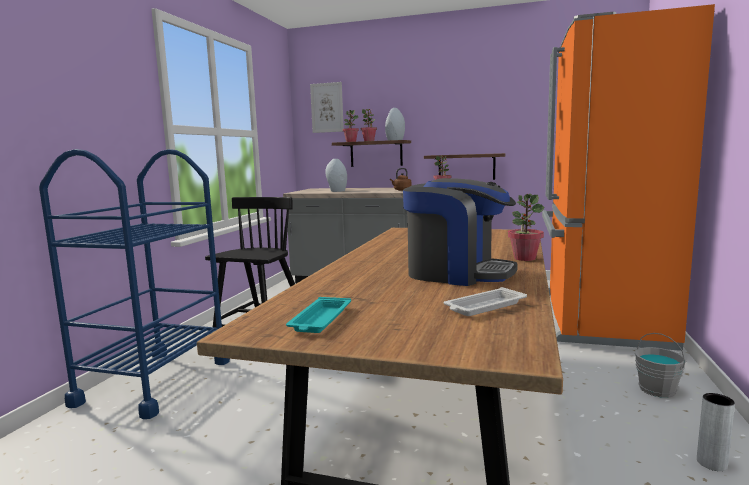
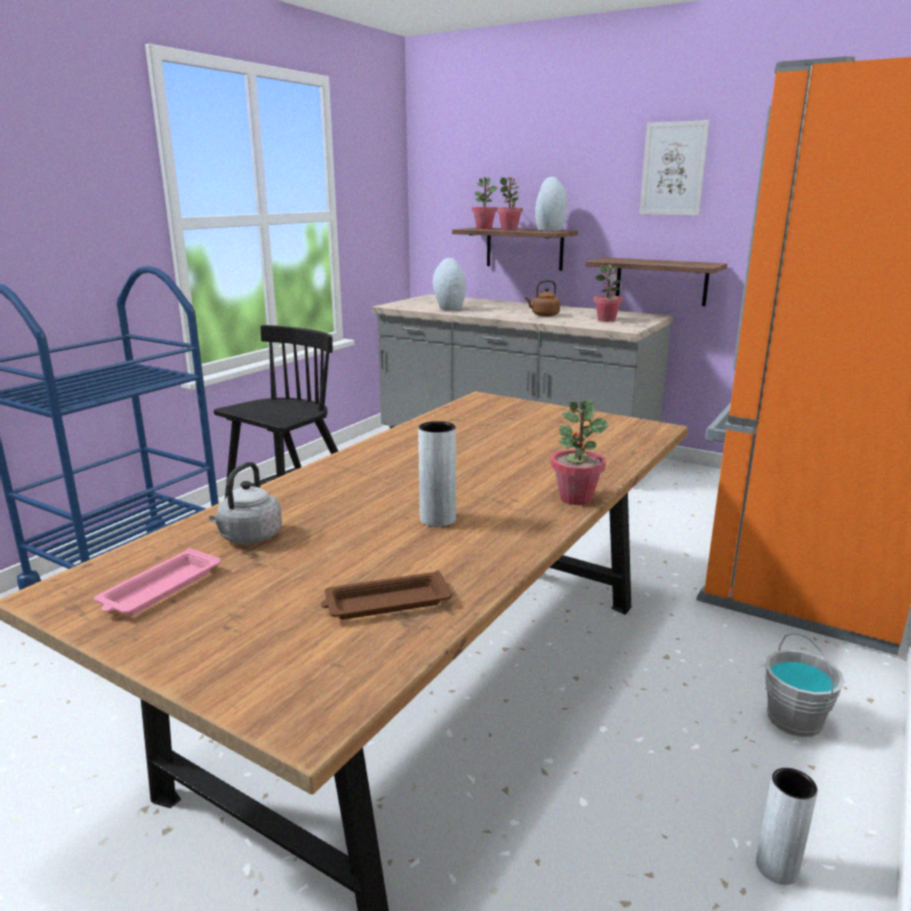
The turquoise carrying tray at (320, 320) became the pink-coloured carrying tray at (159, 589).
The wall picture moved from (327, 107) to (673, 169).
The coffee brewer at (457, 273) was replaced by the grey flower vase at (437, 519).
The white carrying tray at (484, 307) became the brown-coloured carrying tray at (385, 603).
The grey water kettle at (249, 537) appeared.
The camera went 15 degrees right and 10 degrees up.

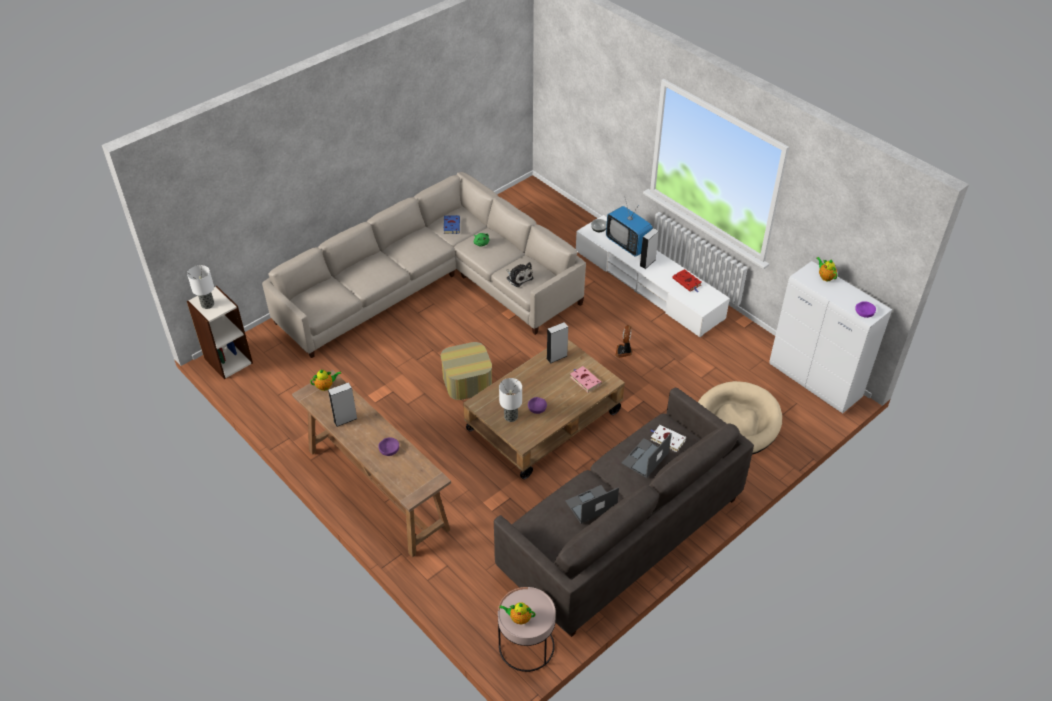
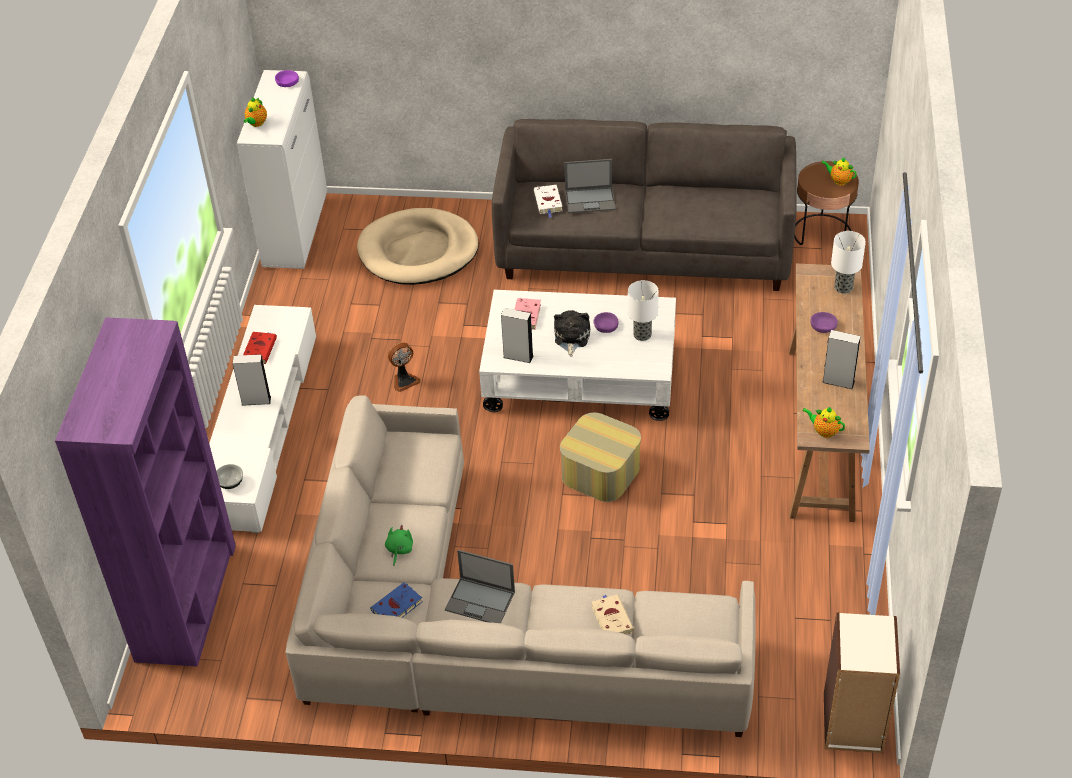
The tabletop lamp moved from (208, 304) to (842, 287).
The brown-coloured low table at (543, 420) became the white low table at (580, 376).
The pink-coloured end table at (526, 646) became the brown-coloured end table at (822, 233).
The pot for tea at (519, 618) turned 150 degrees clockwise.
The soft toy moved from (518, 277) to (571, 338).
The notebook computer moved from (590, 505) to (481, 601).
The TV set at (628, 244) disappeared.
The purple bookshelf at (186, 601) appeared.
The beige book at (611, 618) appeared.
The camera went 130 degrees left and 0 degrees up.

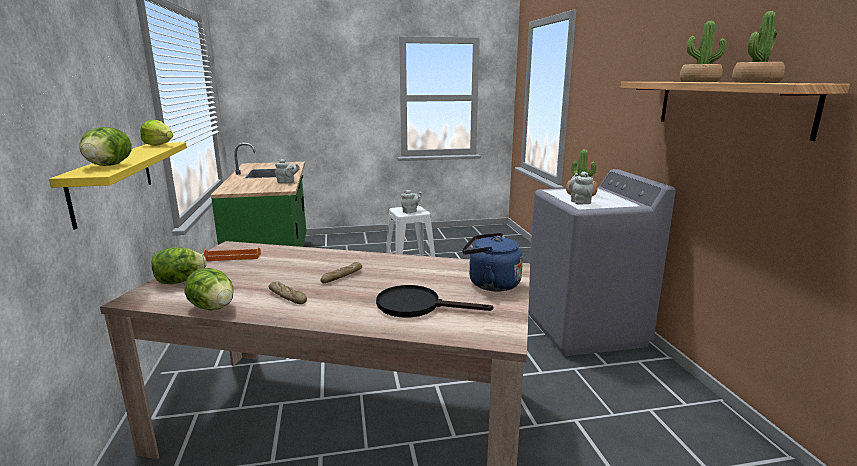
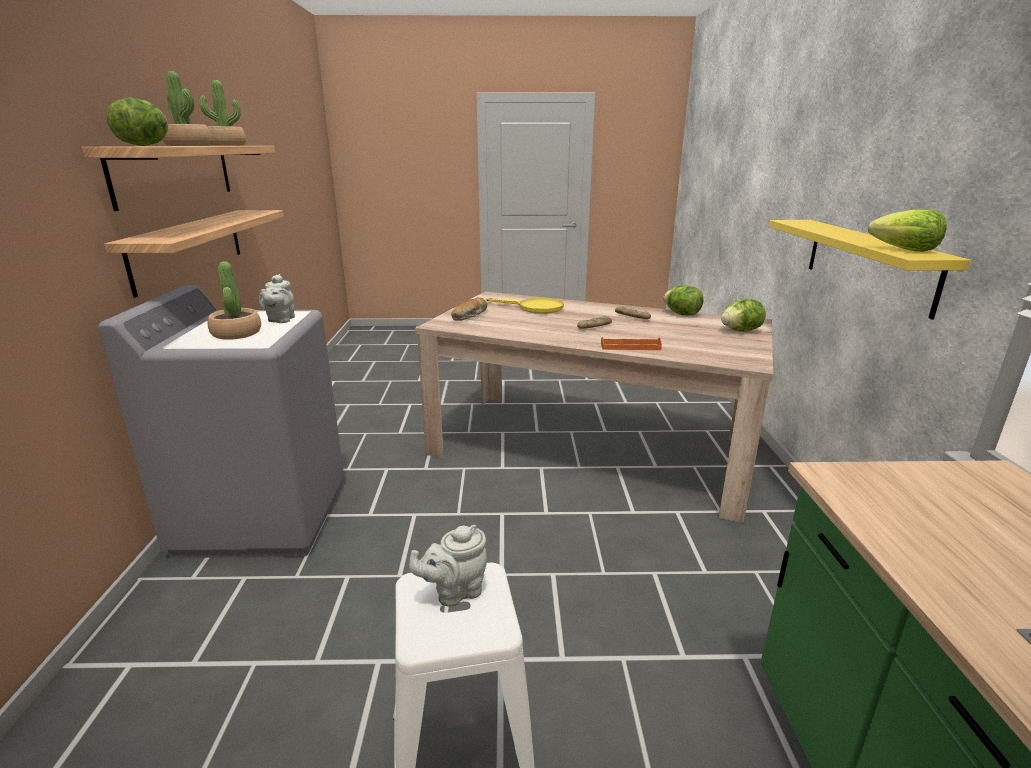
The lettuce head moved from (108, 165) to (145, 146).
The orange-coloured carrying tray moved from (232, 257) to (630, 346).
The grey pot for tea at (287, 182) disappeared.
The black skillet at (417, 306) became the yellow-coloured skillet at (534, 308).
The bluish water kettle at (490, 284) was replaced by the bakery bread at (470, 316).
The wall shelf at (189, 248) appeared.
The camera went 170 degrees left and 5 degrees up.

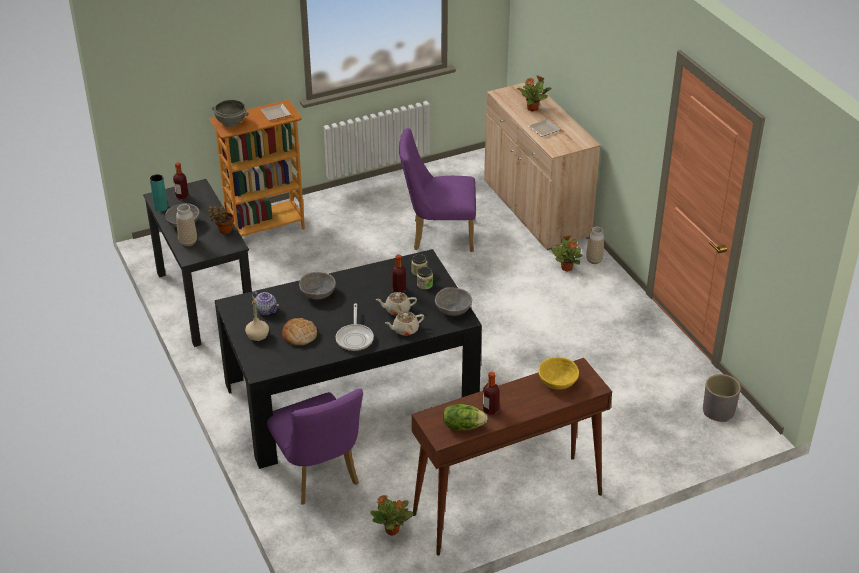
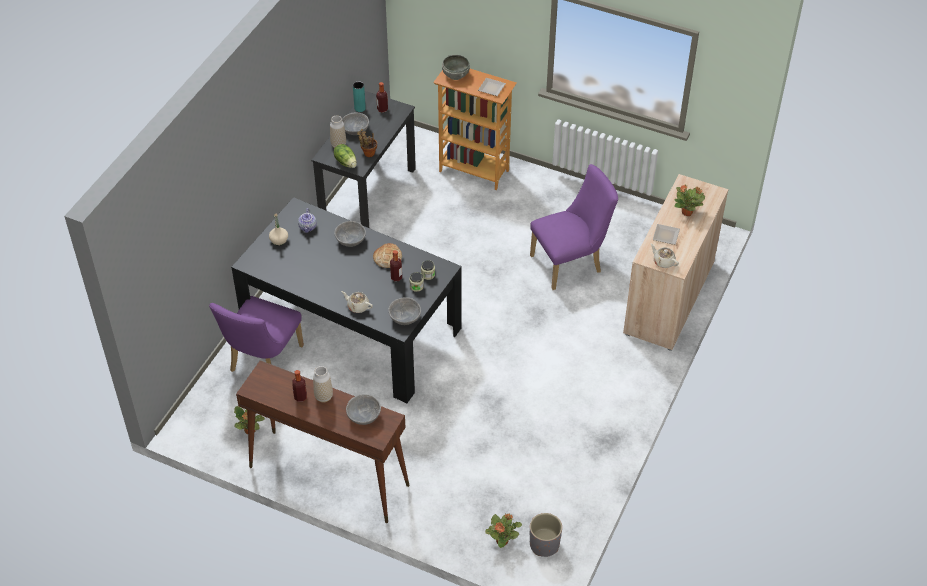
The bakery bread moved from (299, 335) to (387, 258).
The skillet at (355, 338) disappeared.
The beige pot for tea moved from (397, 310) to (663, 262).
The purple upright chair at (437, 235) turned 105 degrees clockwise.
The lettuce head moved from (463, 426) to (346, 162).
The yellow-coloured deep dish at (558, 381) became the grey deep dish at (364, 416).
The houseplant moved from (566, 268) to (502, 541).
The flower vase moved from (594, 260) to (323, 397).
The camera went 50 degrees right and 10 degrees up.

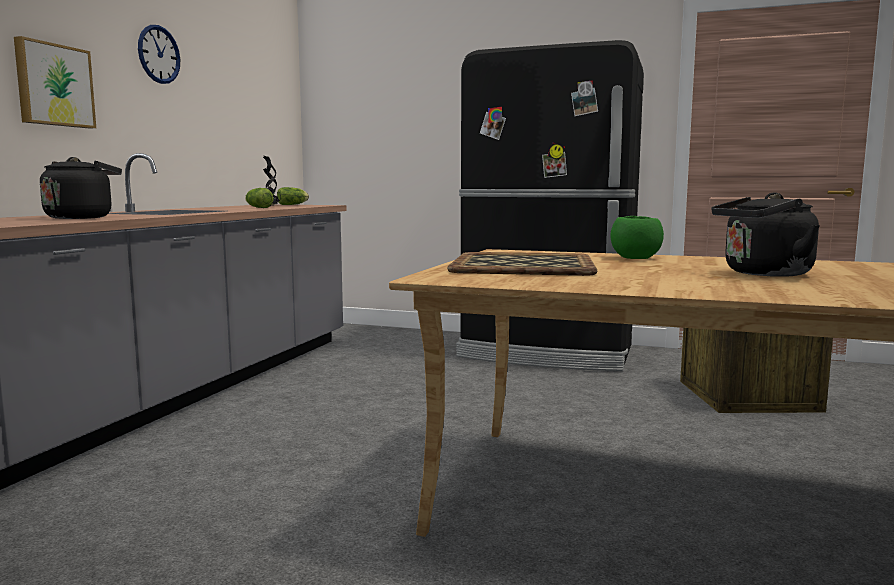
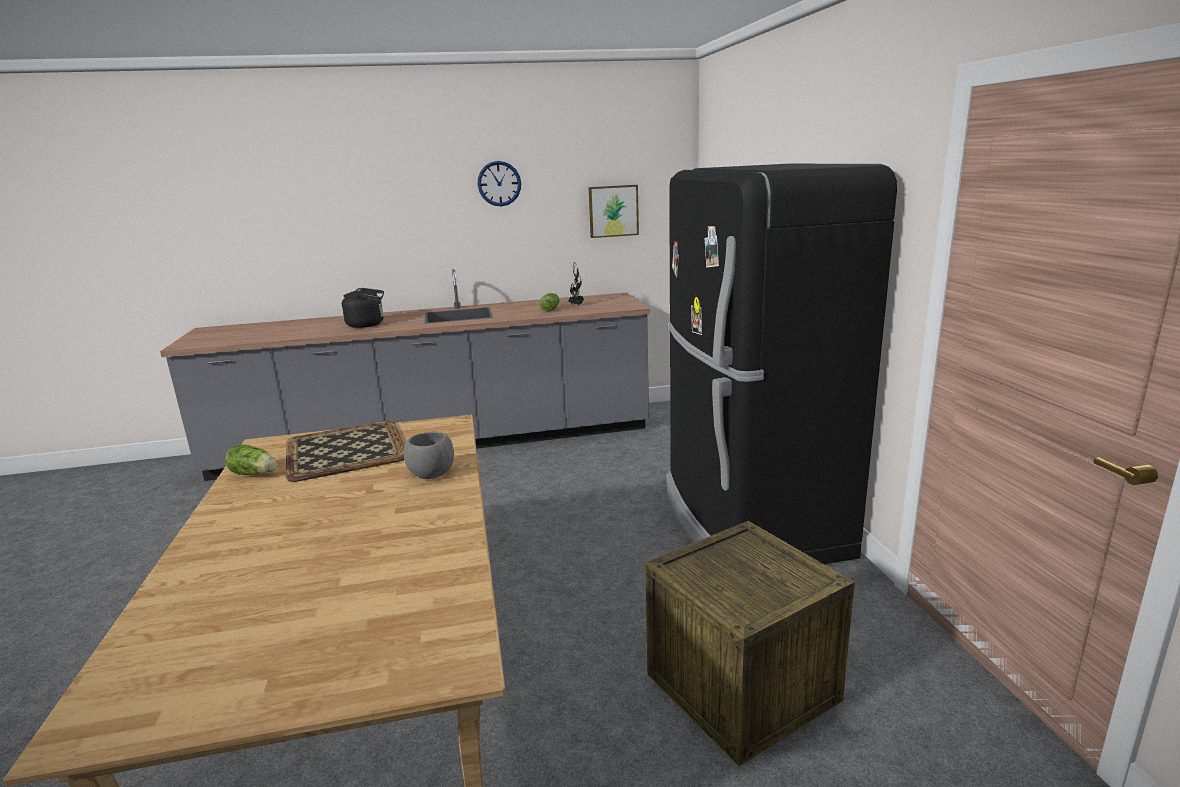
The wall picture moved from (53, 85) to (613, 211).
The lettuce head moved from (293, 204) to (255, 474).
The green deep dish at (635, 258) became the grey deep dish at (431, 474).
The black water kettle at (763, 274) disappeared.
The camera went 60 degrees right and 10 degrees up.

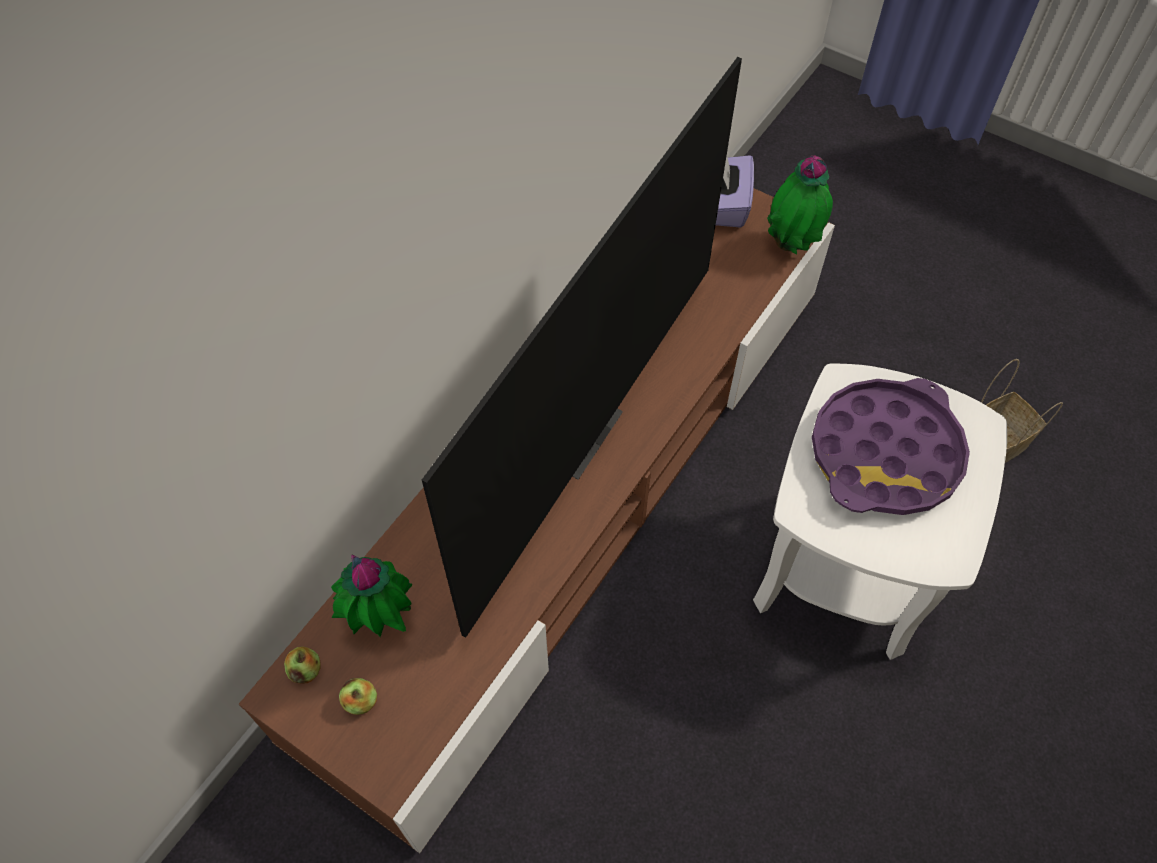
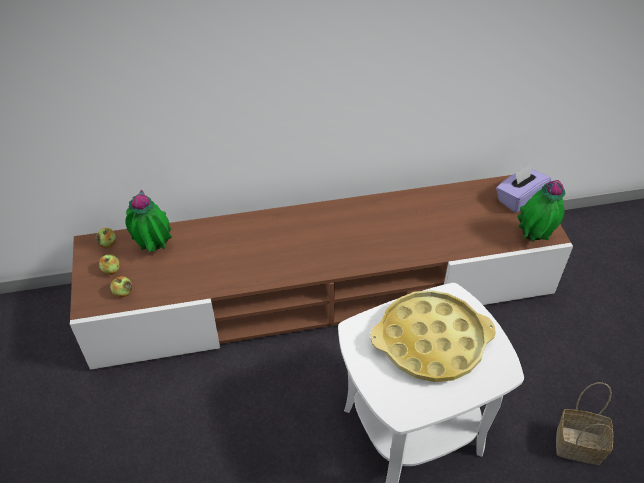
The TV set at (574, 431) disappeared.
The purple carrying tray at (885, 454) became the yellow-coloured carrying tray at (431, 341).
The apple fruit at (123, 292) appeared.
The camera went 45 degrees right and 10 degrees down.

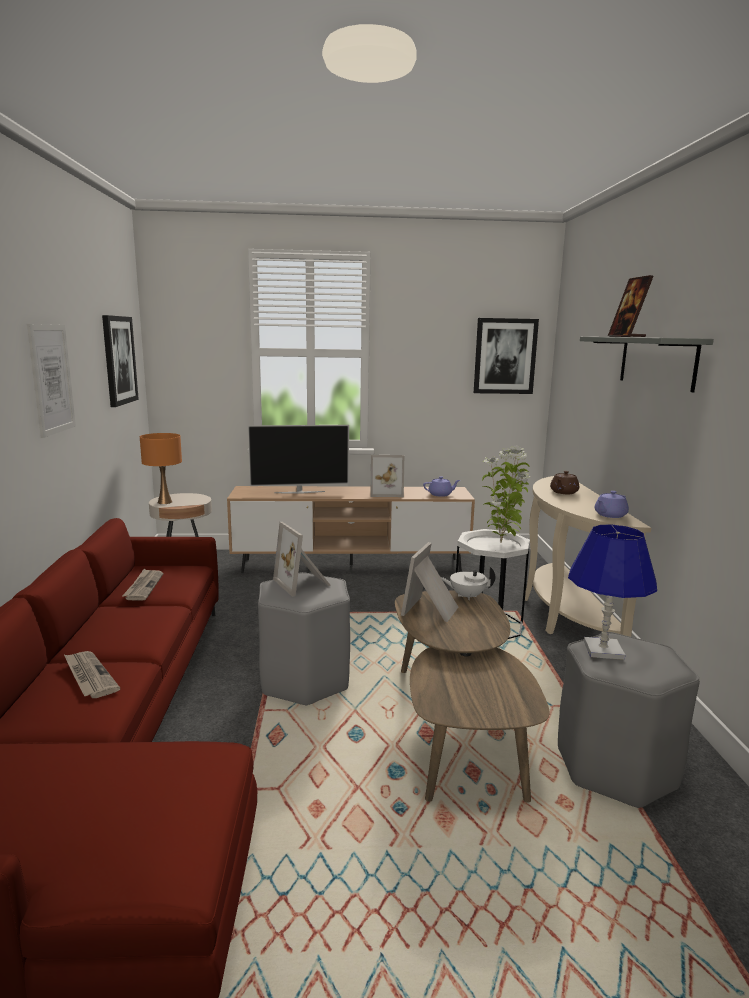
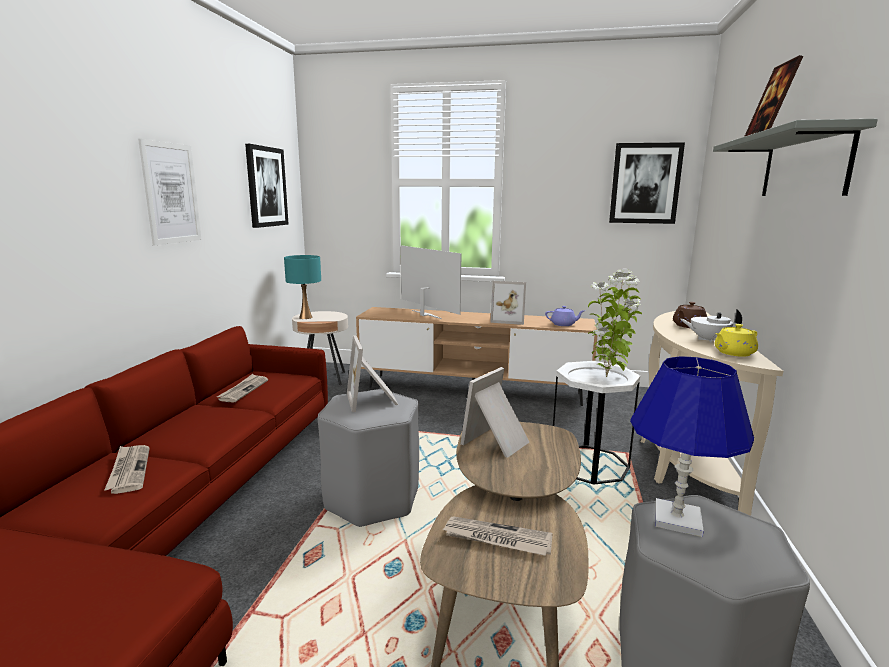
The orange-coloured tabletop lamp at (165, 502) became the turquoise tabletop lamp at (306, 317).
The TV set at (299, 492) turned 135 degrees counterclockwise.
The white pot for tea moved from (467, 596) to (708, 340).
The purple pot for tea at (609, 515) became the yellow-coloured pot for tea at (733, 353).
The printed paper at (496, 539) appeared.
The camera went 15 degrees right and 0 degrees up.

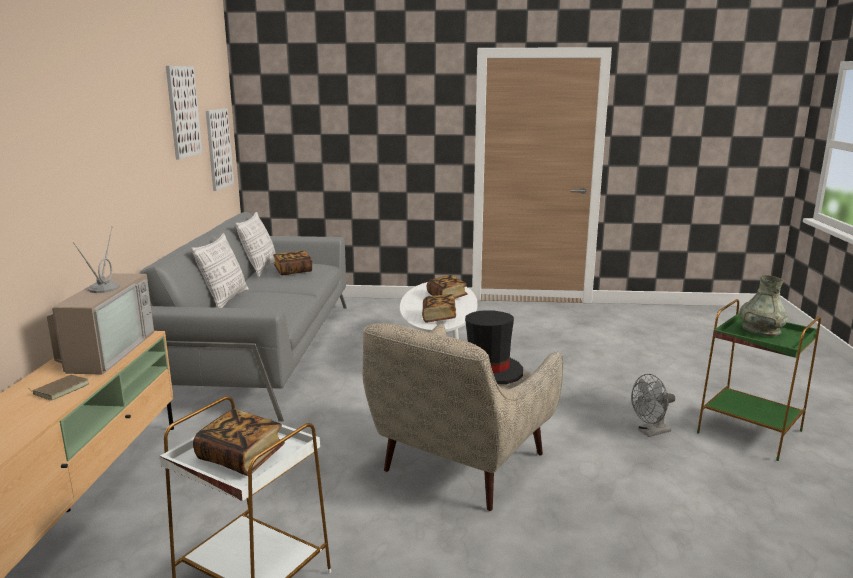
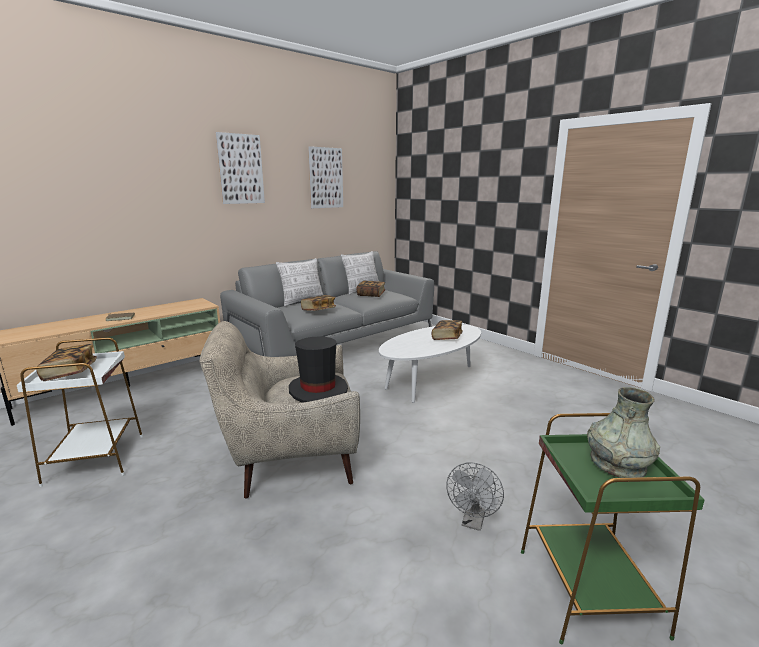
The TV set at (105, 351) disappeared.
The wall picture moved from (219, 148) to (240, 169).
The book moved from (439, 317) to (318, 310).
The grey fan at (650, 432) turned 90 degrees counterclockwise.
The camera went 45 degrees right and 0 degrees up.

